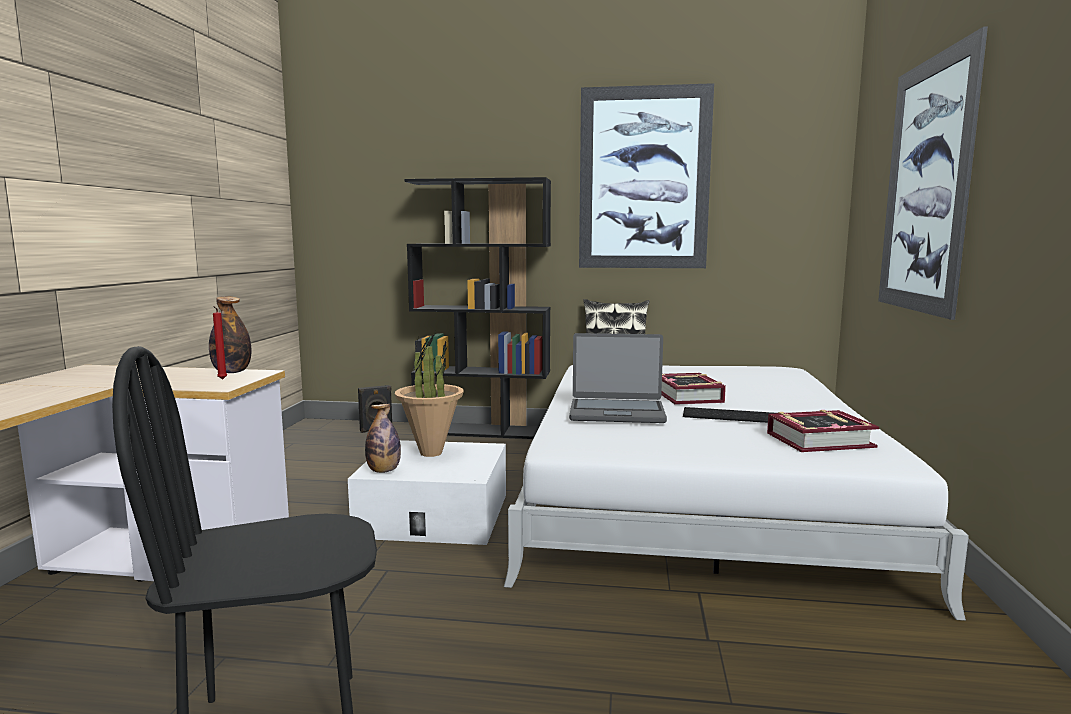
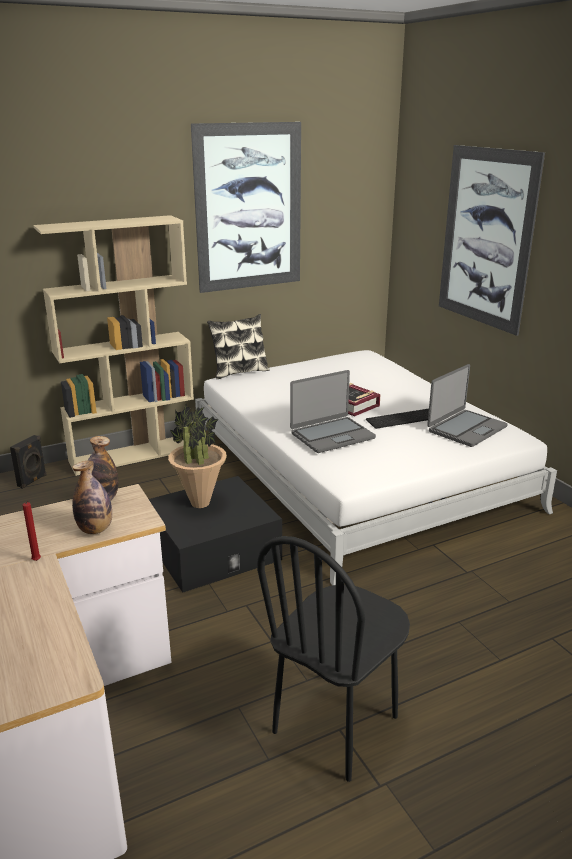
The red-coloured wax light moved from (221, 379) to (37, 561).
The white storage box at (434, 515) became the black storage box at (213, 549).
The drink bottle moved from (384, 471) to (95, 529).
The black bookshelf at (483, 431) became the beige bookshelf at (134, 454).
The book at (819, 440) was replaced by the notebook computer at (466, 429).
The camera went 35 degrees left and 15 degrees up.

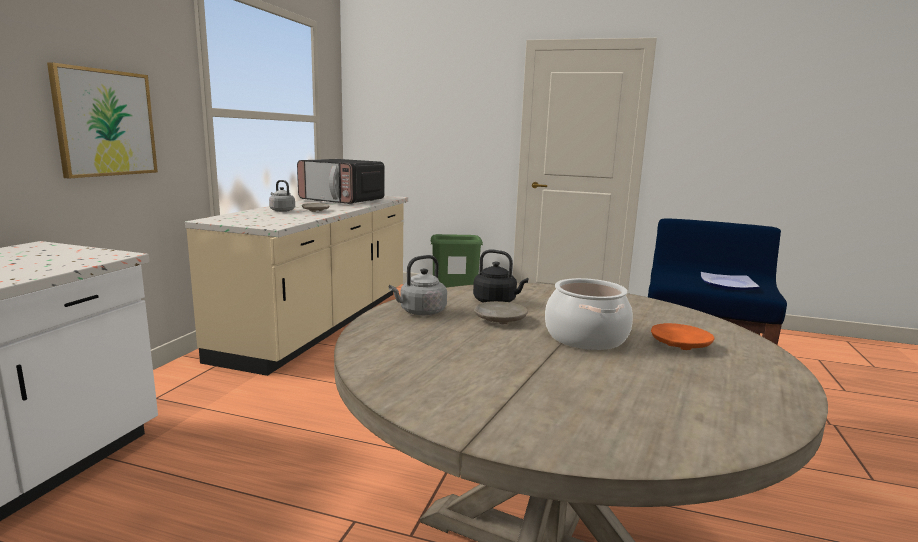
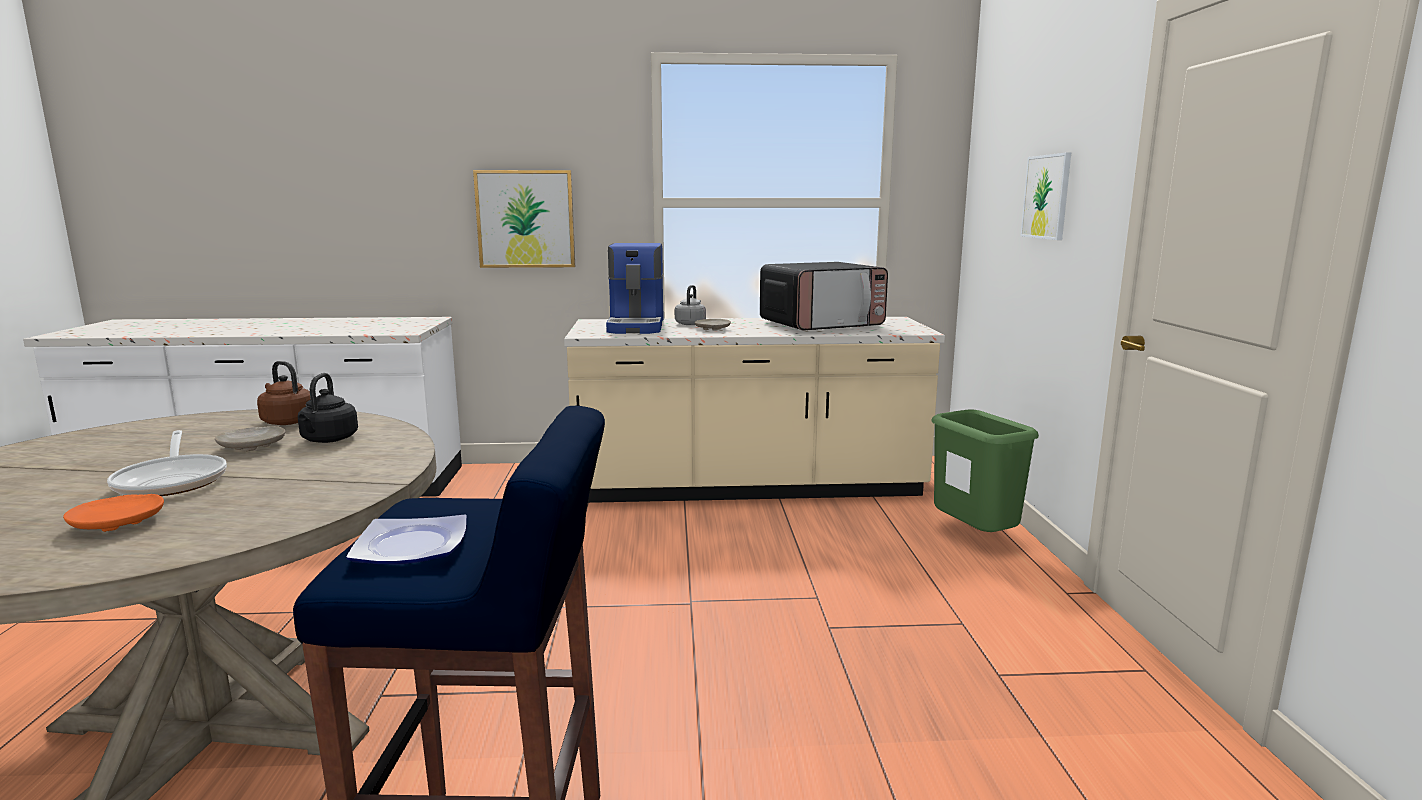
The microwave oven at (342, 201) turned 120 degrees counterclockwise.
The grey water kettle at (420, 312) became the brown-coloured water kettle at (286, 421).
The cooking pot at (585, 337) was replaced by the skillet at (173, 481).
The coffee brewer at (637, 326) appeared.
The wall picture at (1046, 197) appeared.
The camera went 70 degrees right and 0 degrees up.

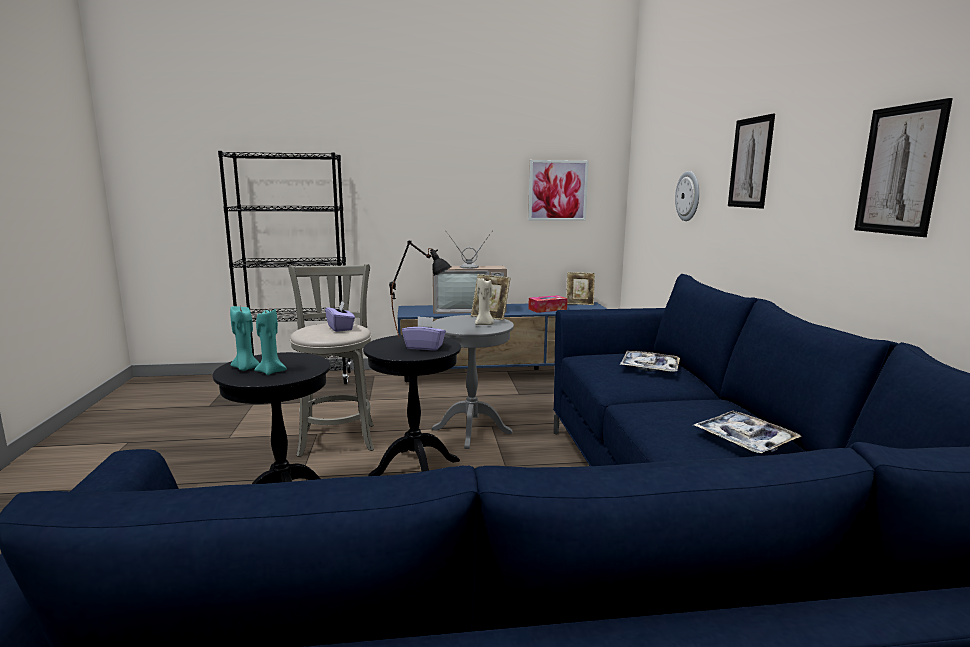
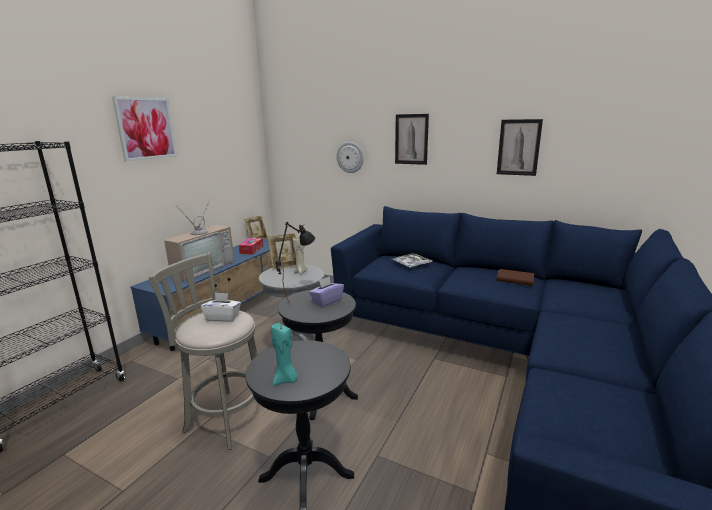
The turquoise wax light at (271, 372) disappeared.
The purple tissue box at (340, 328) became the white tissue box at (223, 317).
The wall picture moved from (557, 190) to (146, 128).
The carrying tray at (744, 440) was replaced by the brown-coloured book at (515, 279).
The camera went 55 degrees left and 5 degrees up.

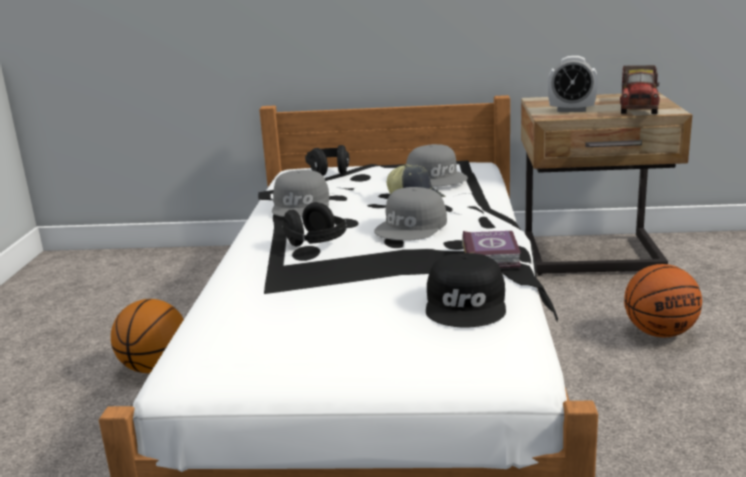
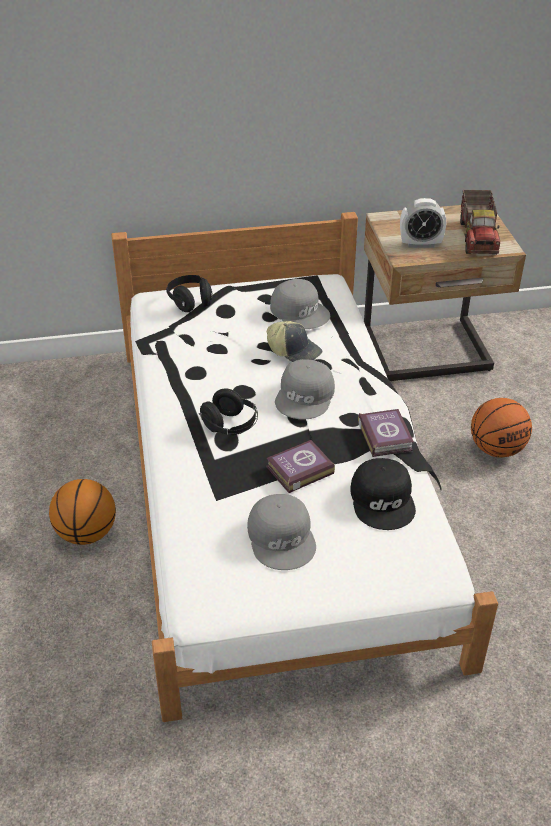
The grey peaked cap moved from (302, 205) to (282, 537).
The book at (298, 470) appeared.
The camera went 15 degrees left and 20 degrees up.

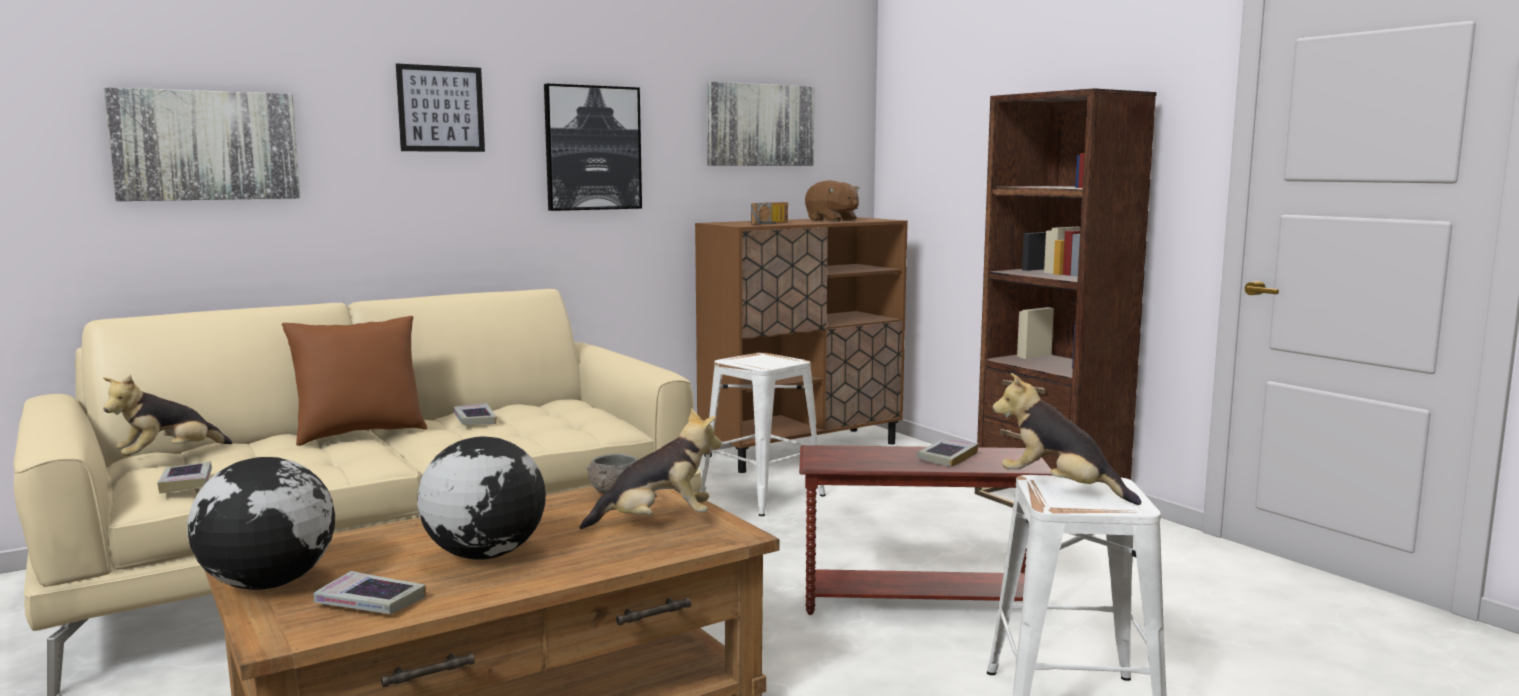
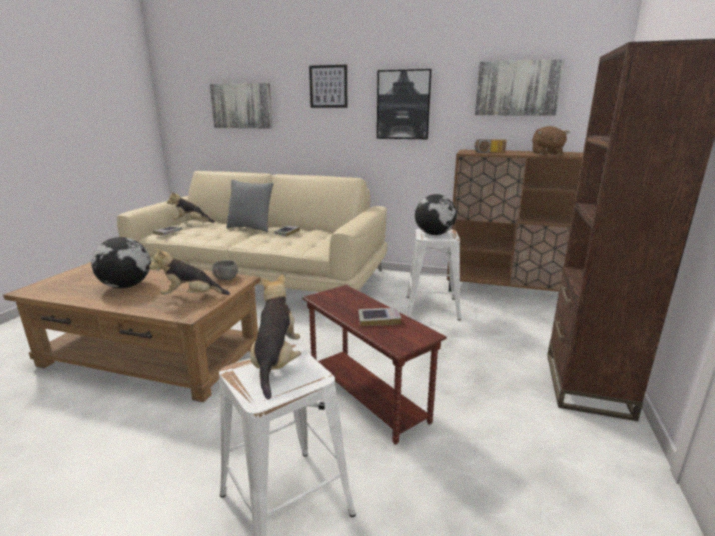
The globe moved from (269, 583) to (434, 234).
The brown-coloured pillow at (359, 434) became the grey pillow at (251, 228).
The book at (370, 602) disappeared.
The soft toy at (657, 522) turned 135 degrees clockwise.
The camera went 50 degrees right and 10 degrees up.

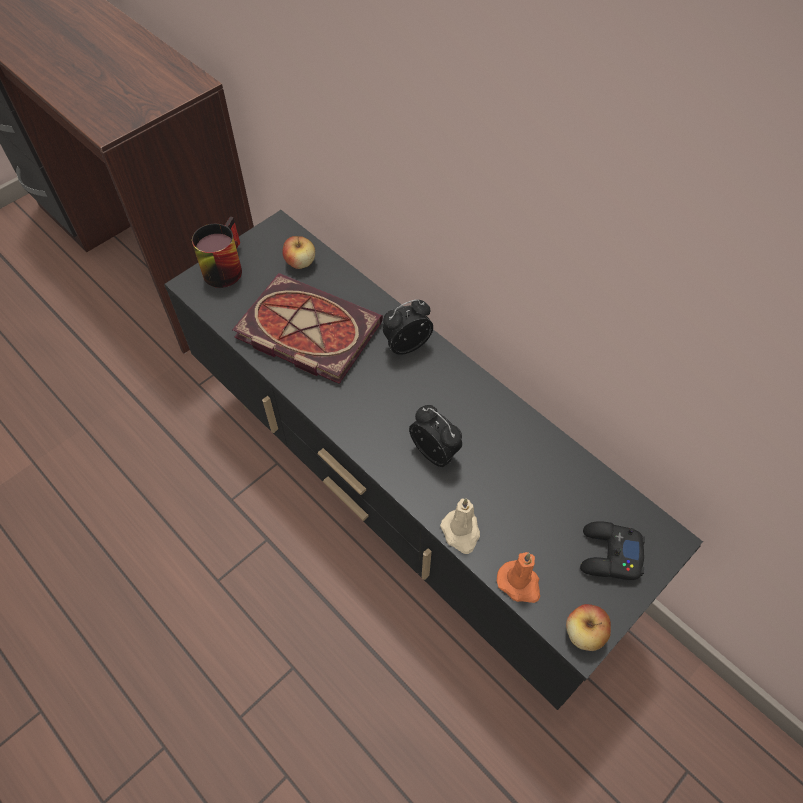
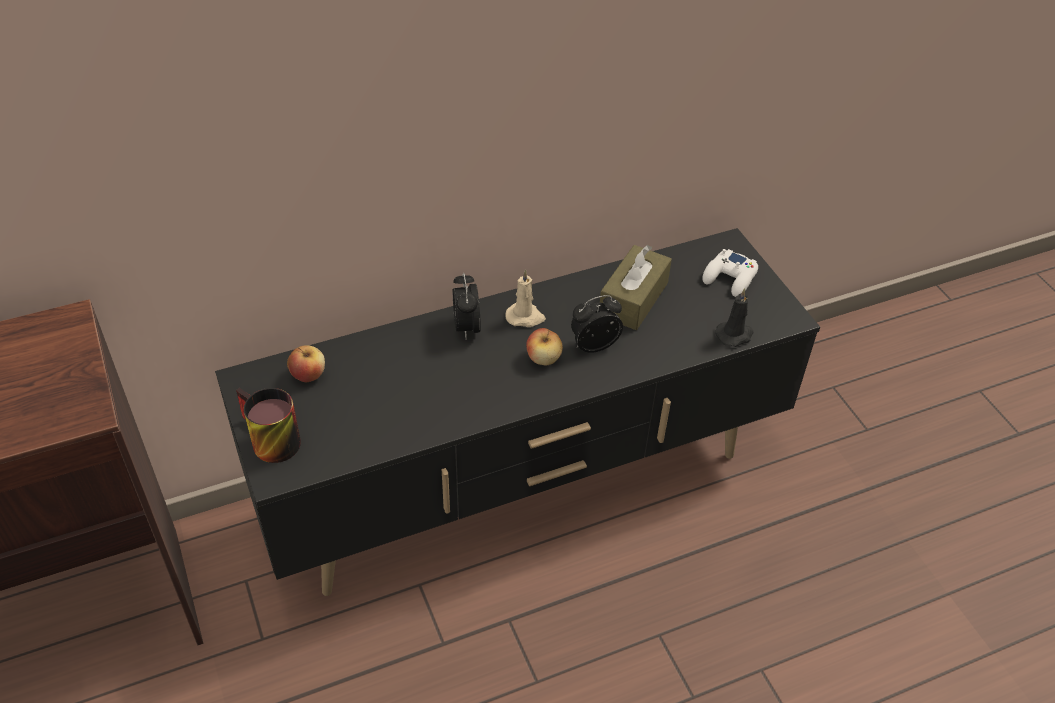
The book at (304, 331) disappeared.
The beige wax light moved from (461, 533) to (525, 317).
The orange-coloured wax light at (520, 583) became the black wax light at (735, 335).
The apple fruit moved from (584, 633) to (543, 358).
The black gamepad at (609, 555) became the white gamepad at (730, 278).
The brown-coloured tissue box at (633, 299) appeared.
The camera went 70 degrees left and 10 degrees down.

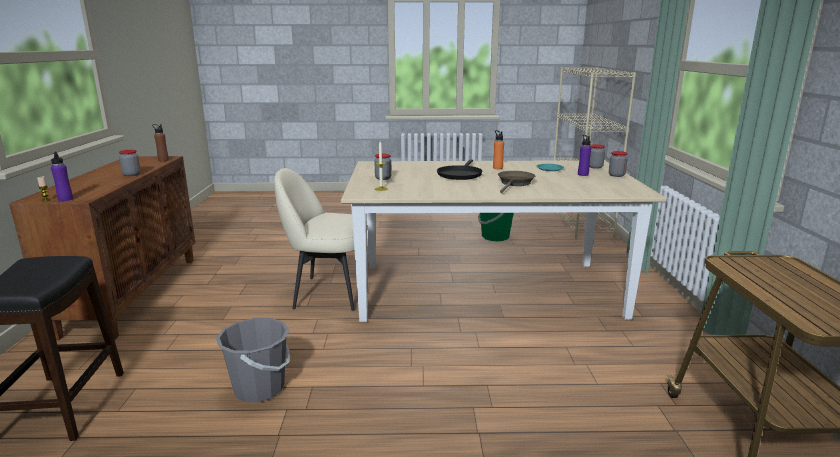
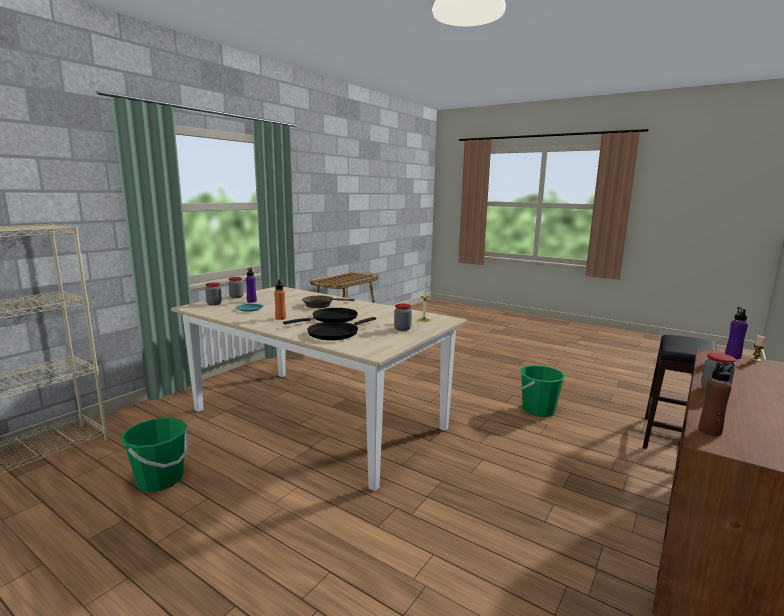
The grey bucket at (259, 388) became the green bucket at (538, 410).
The beige upright chair at (328, 293) disappeared.
The black skillet at (335, 333) appeared.
The camera went 145 degrees left and 5 degrees down.

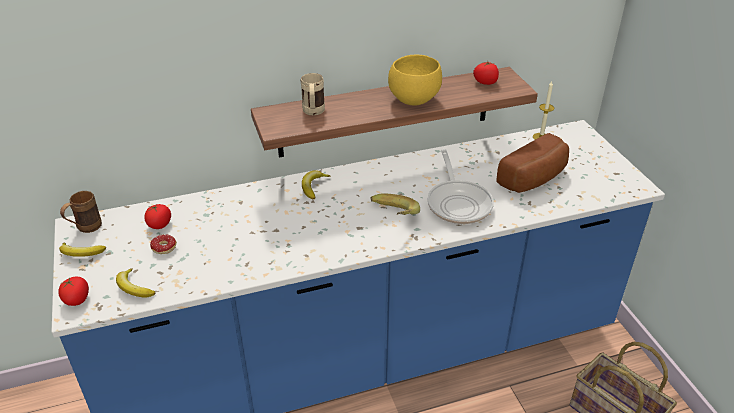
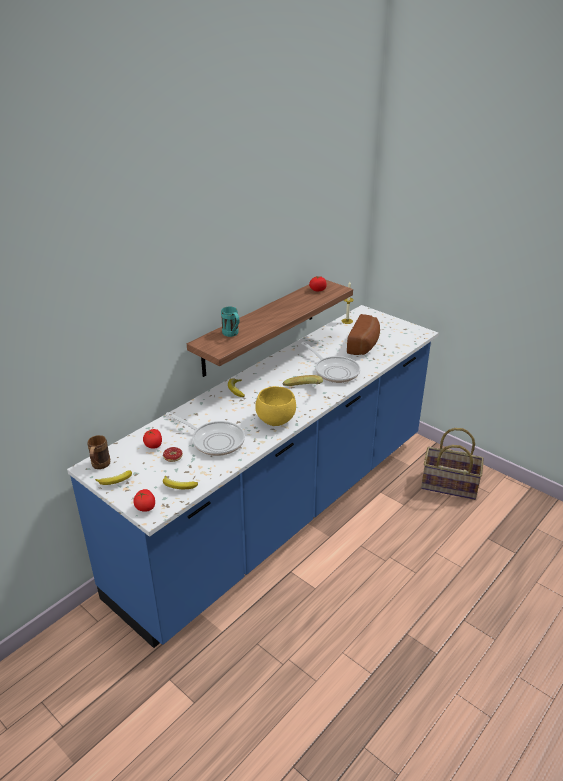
The beige mug at (313, 113) became the turquoise mug at (232, 334).
The yellow-coloured deep dish moved from (412, 99) to (274, 420).
The skillet at (214, 440) appeared.
The camera went 30 degrees left and 5 degrees down.

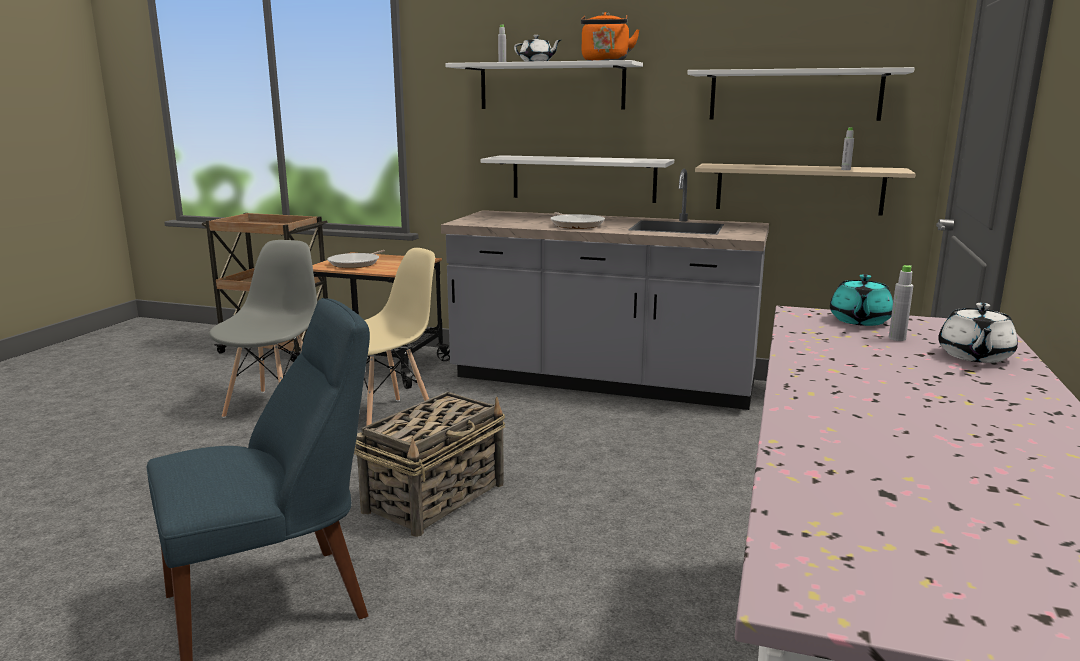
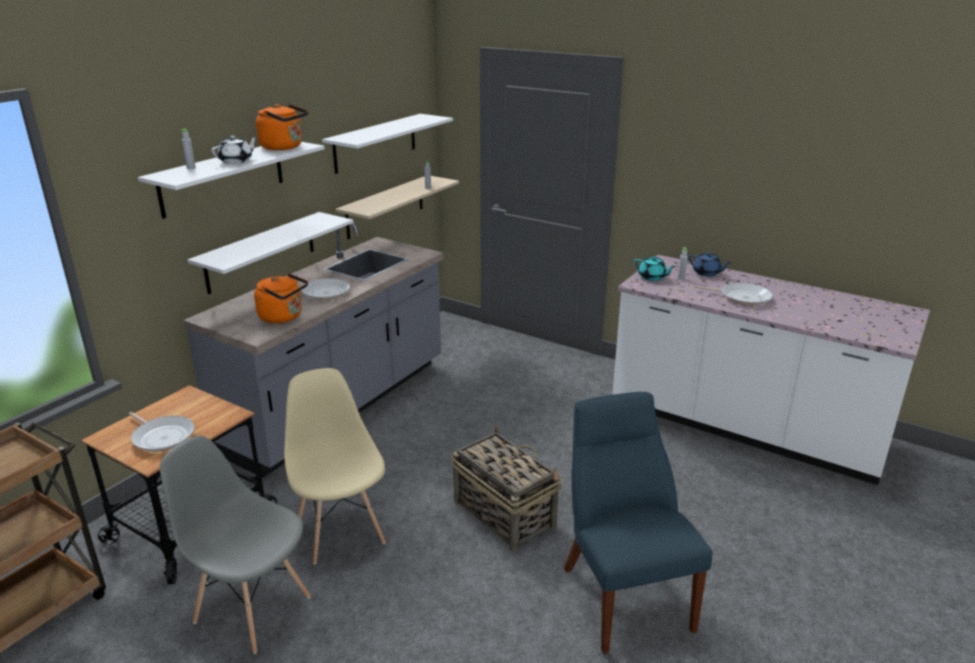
The white pot for tea at (974, 356) became the bluish pot for tea at (707, 273).
The orange-coloured water kettle at (283, 317) appeared.
The skillet at (742, 297) appeared.
The camera went 75 degrees left and 10 degrees up.

